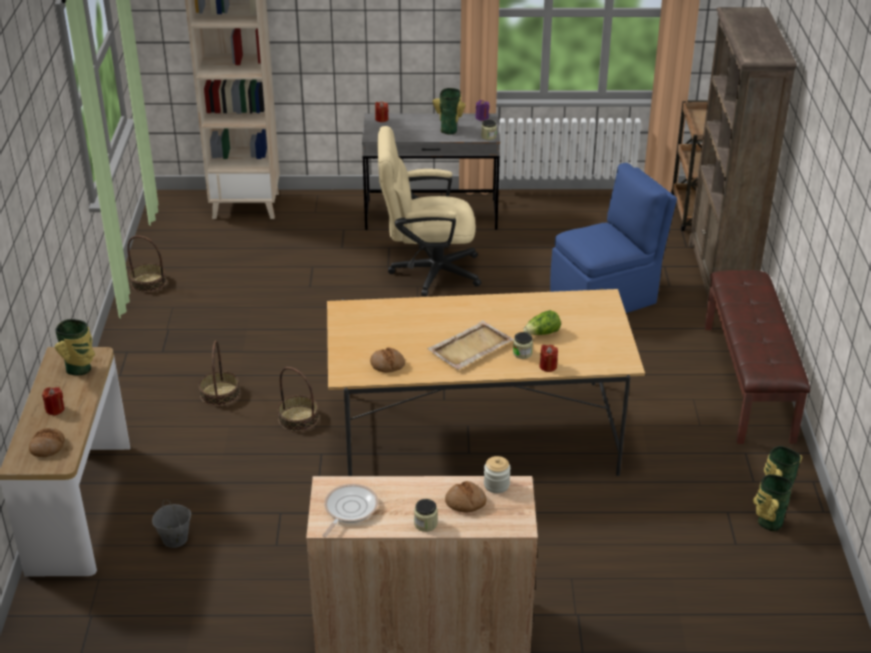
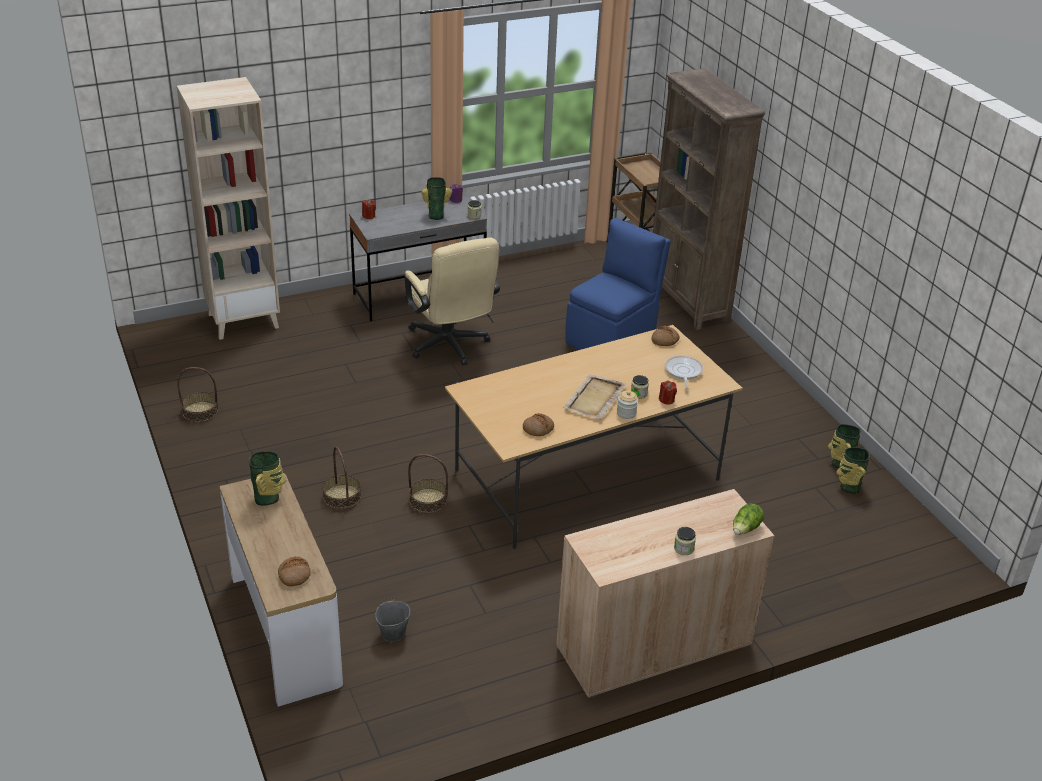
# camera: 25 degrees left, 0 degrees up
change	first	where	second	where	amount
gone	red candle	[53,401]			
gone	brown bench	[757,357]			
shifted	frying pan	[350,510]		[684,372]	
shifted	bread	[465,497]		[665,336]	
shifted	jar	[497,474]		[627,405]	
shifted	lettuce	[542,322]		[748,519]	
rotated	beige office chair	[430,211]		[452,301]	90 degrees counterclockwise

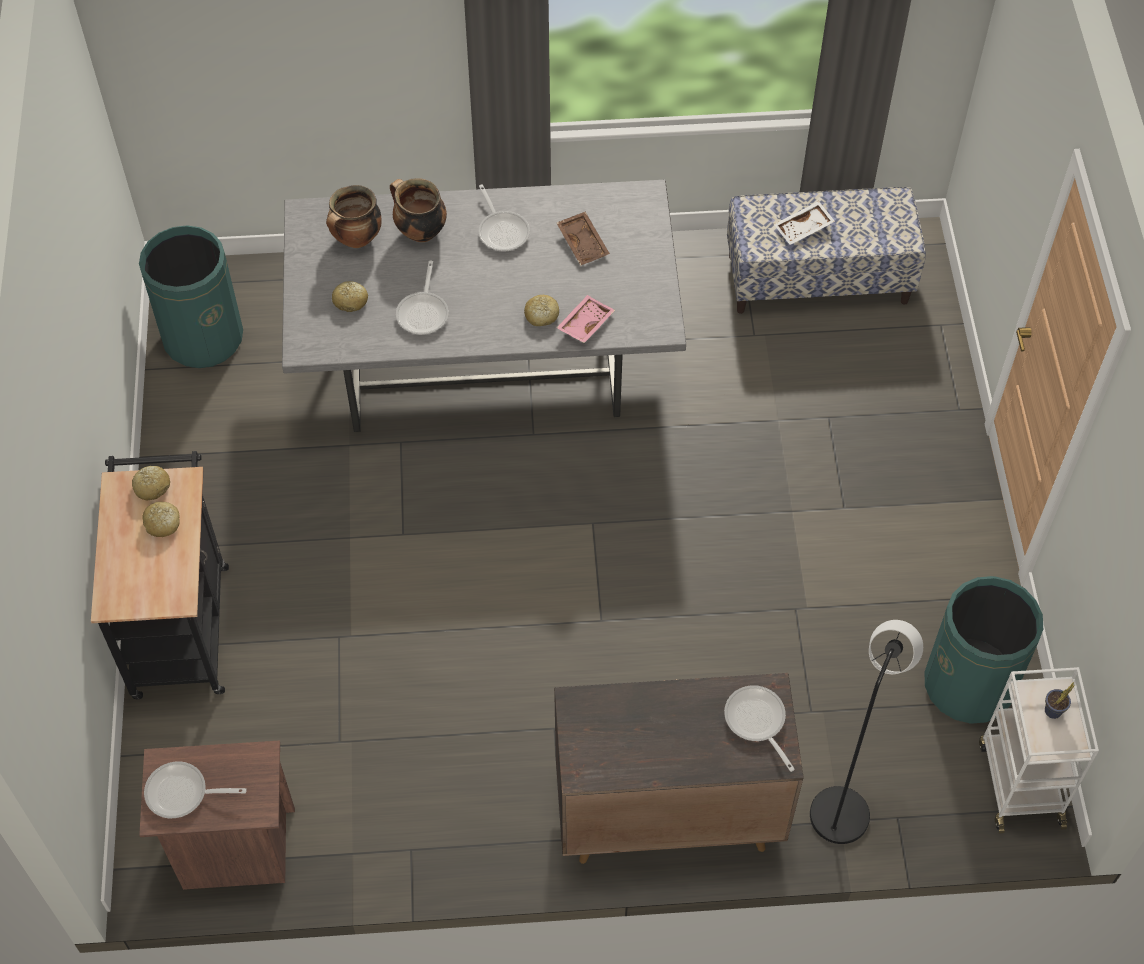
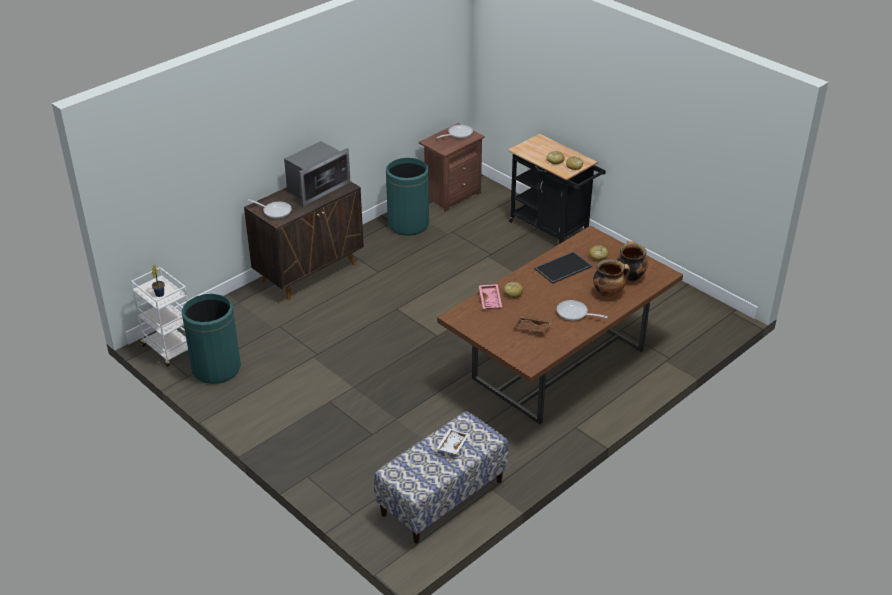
# camera: 140 degrees right, 20 degrees down
change	first	where	second	where	amount
gone	black floor lamp	[866,732]			
new			microwave	[317,174]	
shifted	green trash can	[191,296]		[407,197]	
swapped	frying pan	[422,297]	tray	[563,267]	
repainted	grey dining table	[484,306]	brown dining table	[560,325]	

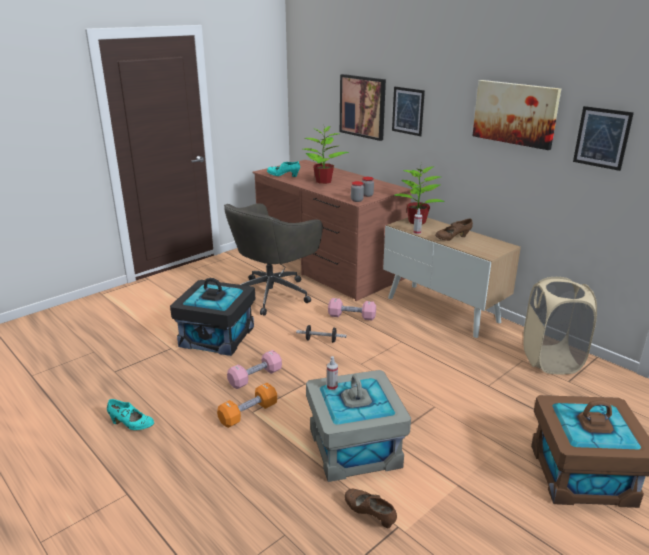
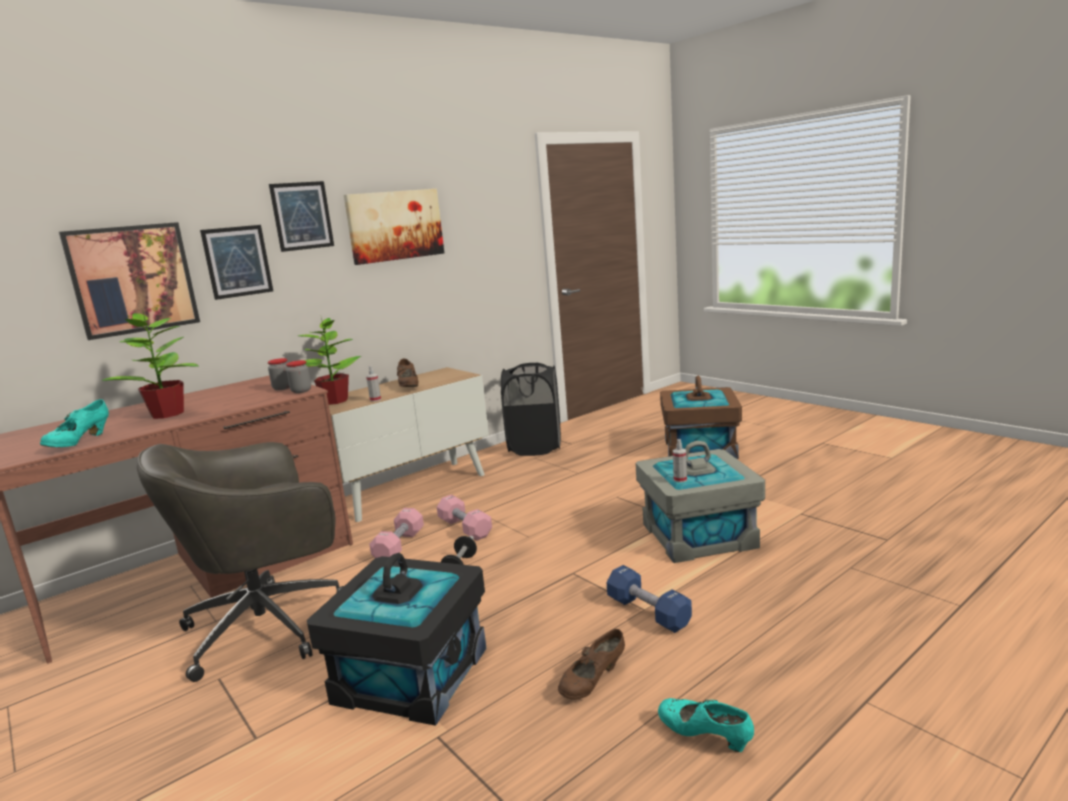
# camera: 85 degrees left, 10 degrees down
change	first	where	second	where	amount
shifted	pink dumbbell	[254,369]		[464,517]	
shifted	brown shoe	[370,508]		[591,664]	
shifted	picture	[603,138]		[301,216]	
repainted	orange dumbbell	[247,405]	blue dumbbell	[649,599]	
repainted	beige laundry basket	[560,326]	black laundry basket	[531,409]	
rotated	turquoise shoe	[130,414]		[706,725]	75 degrees counterclockwise
rotated	grey office chair	[273,259]		[240,562]	105 degrees clockwise

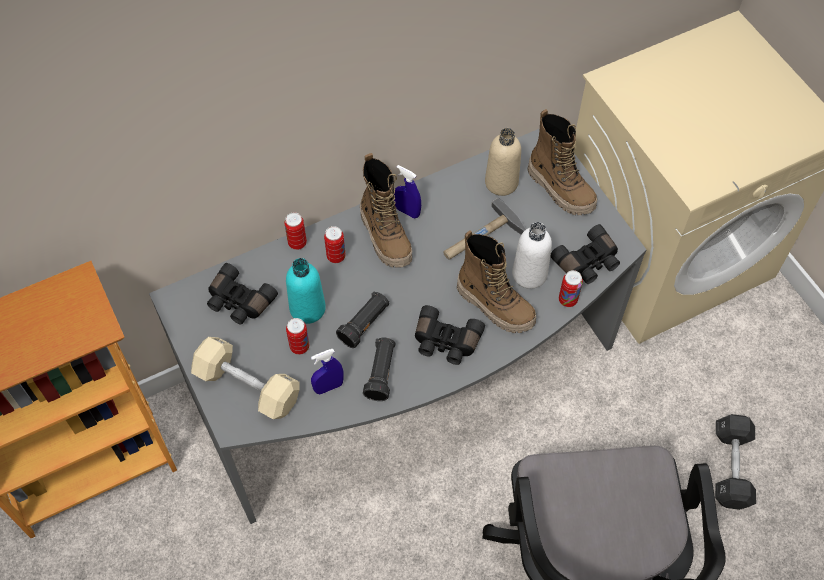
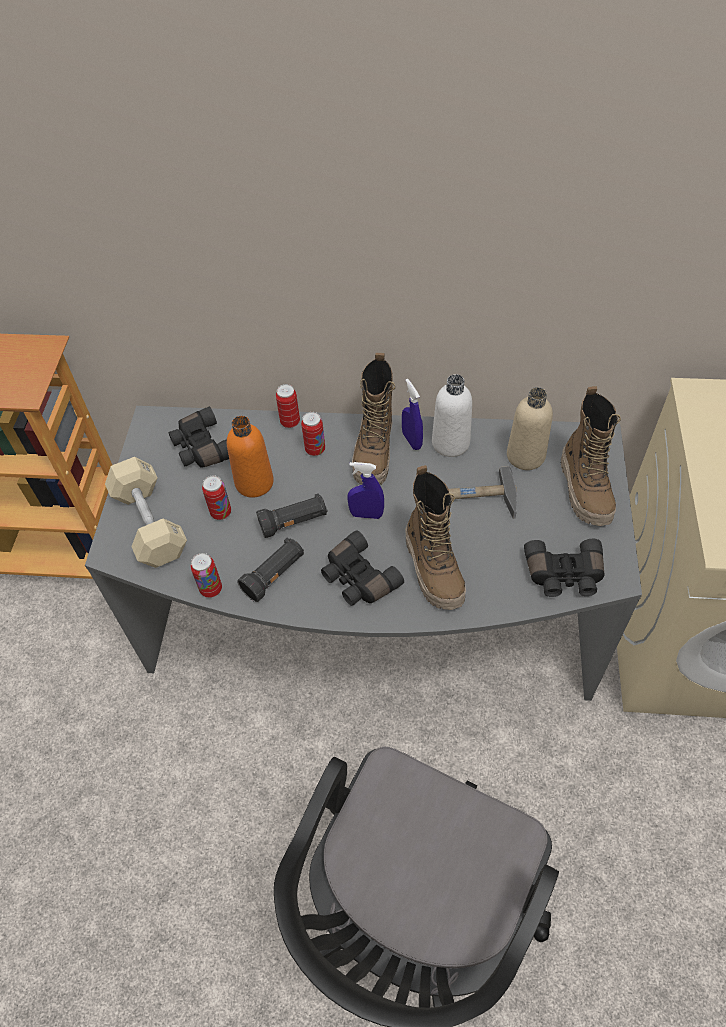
# camera: 35 degrees right, 5 degrees down
change	first	where	second	where	amount
gone	black dumbbell	[735,462]			
shifted	blue spray bottle	[327,372]		[365,490]	
shifted	white bottle	[532,255]		[452,415]	
shifted	can	[571,288]		[206,575]	
repainted	turquoise bottle	[306,291]	orange bottle	[250,457]	

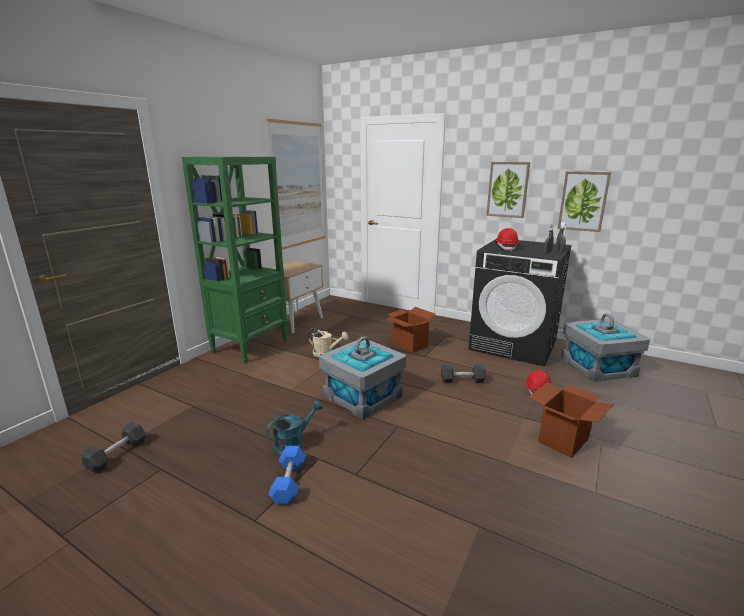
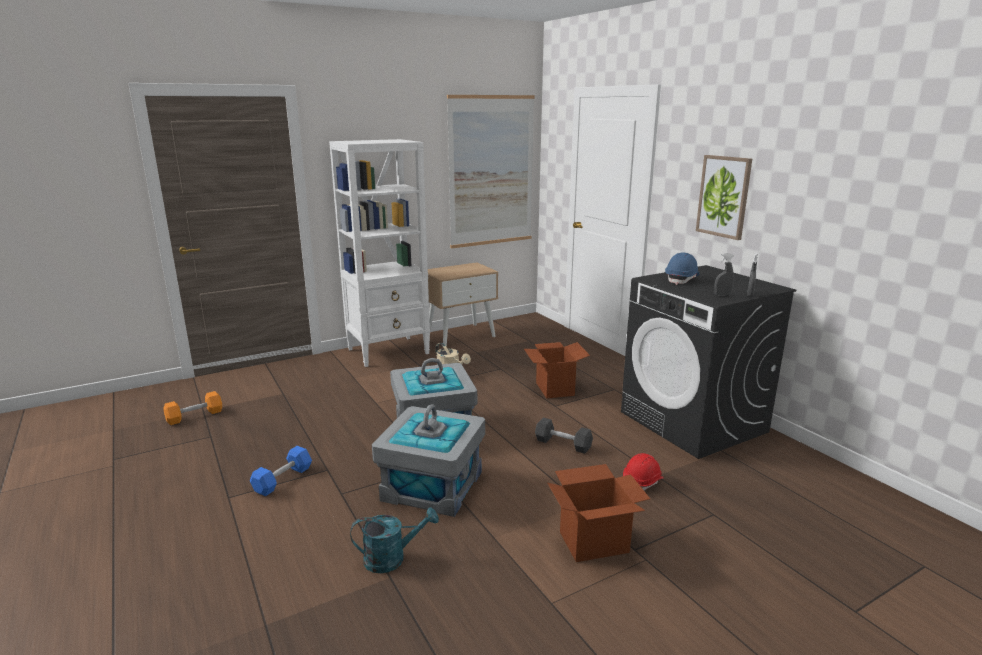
# camera: 30 degrees right, 0 degrees up
change	first	where	second	where	amount
gone	picture	[584,201]			
shifted	turquoise watering can	[294,428]		[394,540]	
shifted	grey storage box	[605,347]		[428,460]	
repainted	black dumbbell	[114,447]	orange dumbbell	[192,408]	
repainted	green bookcase	[235,260]	white bookcase	[379,253]	
repainted	red hard hat	[507,239]	blue hard hat	[682,268]	

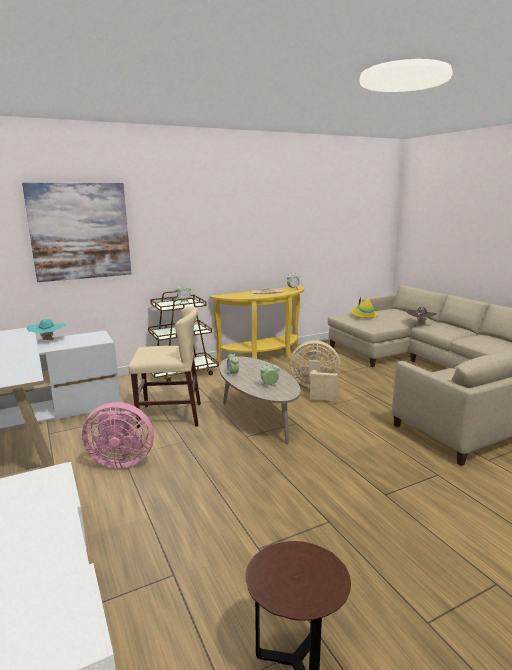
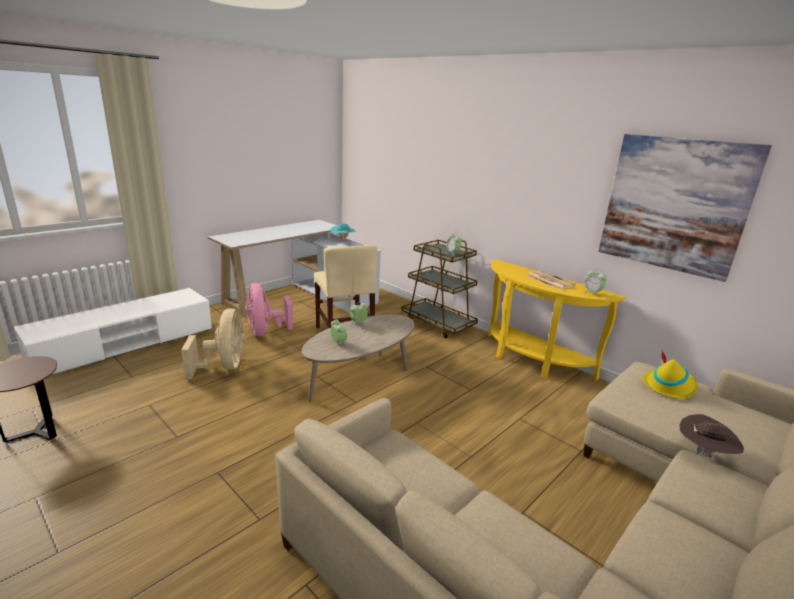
# camera: 70 degrees right, 5 degrees up
change	first	where	second	where	amount
shifted	picture	[77,232]		[685,208]	
shifted	beige fan	[315,370]		[213,343]	

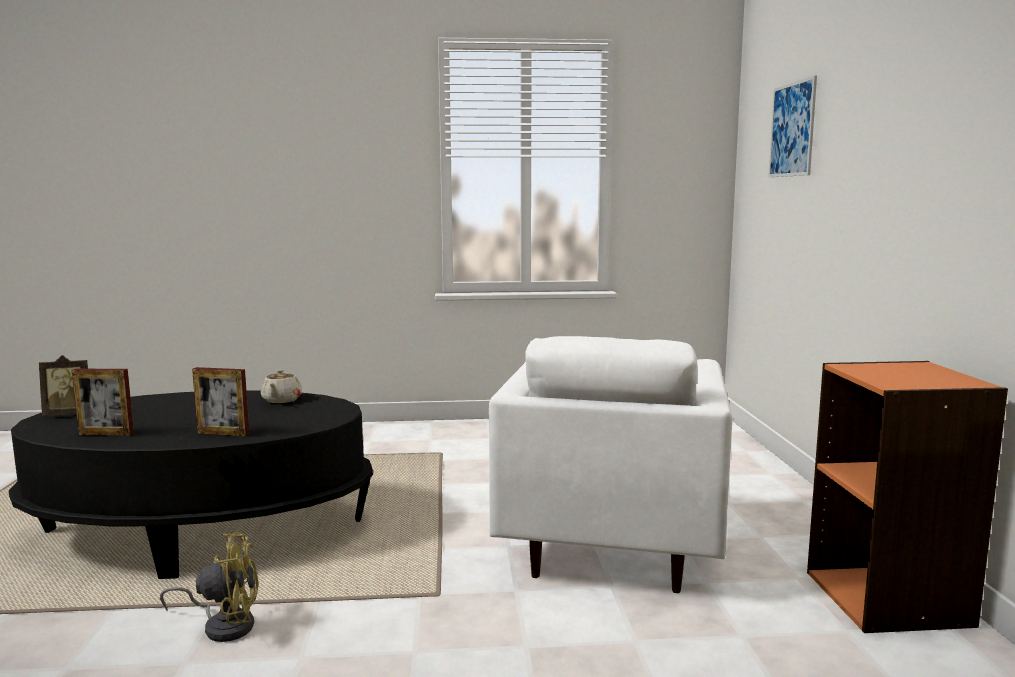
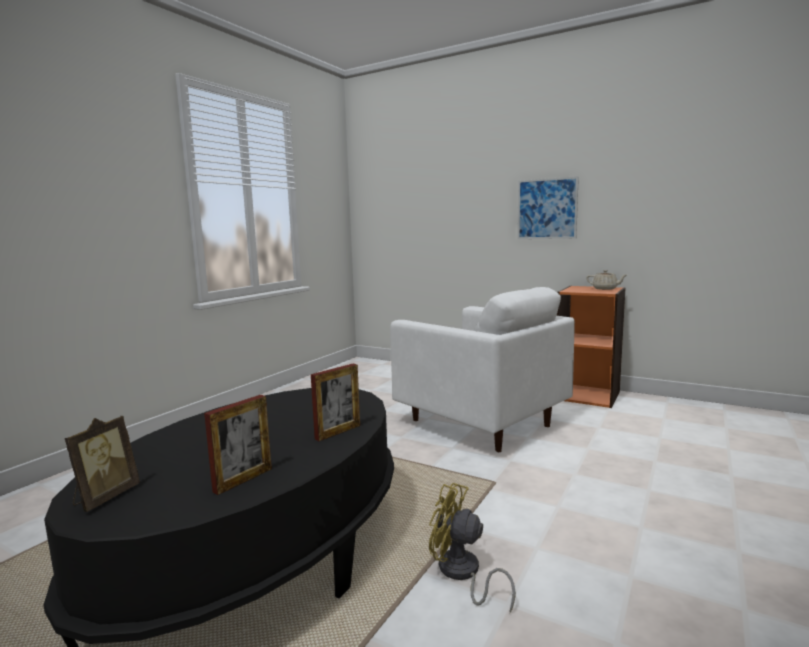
# camera: 55 degrees left, 0 degrees up
change	first	where	second	where	amount
shifted	beige teapot	[281,386]		[606,280]	
shifted	picture	[792,126]		[548,207]	
rotated	yellow fan	[209,587]		[472,548]	90 degrees counterclockwise

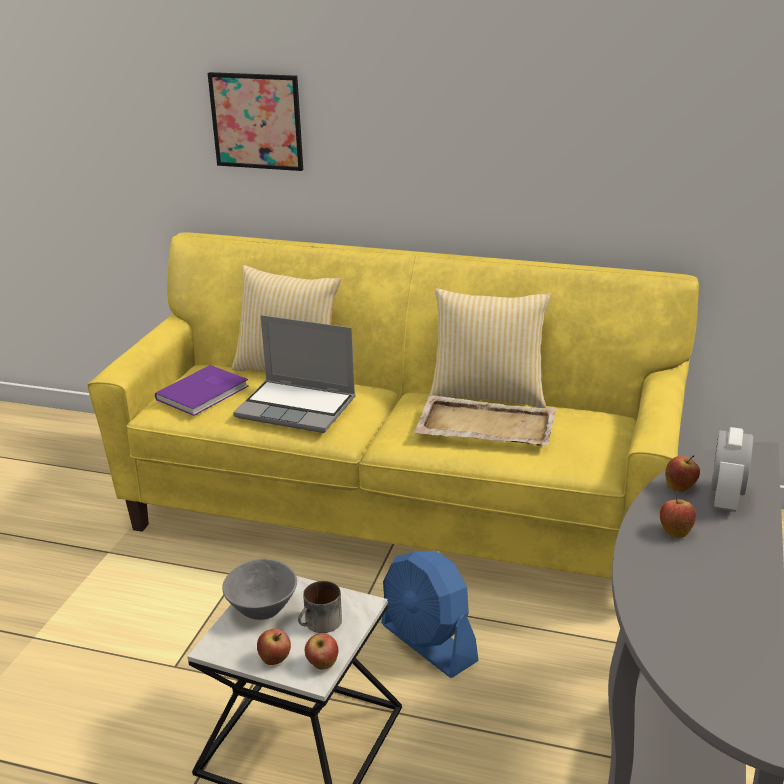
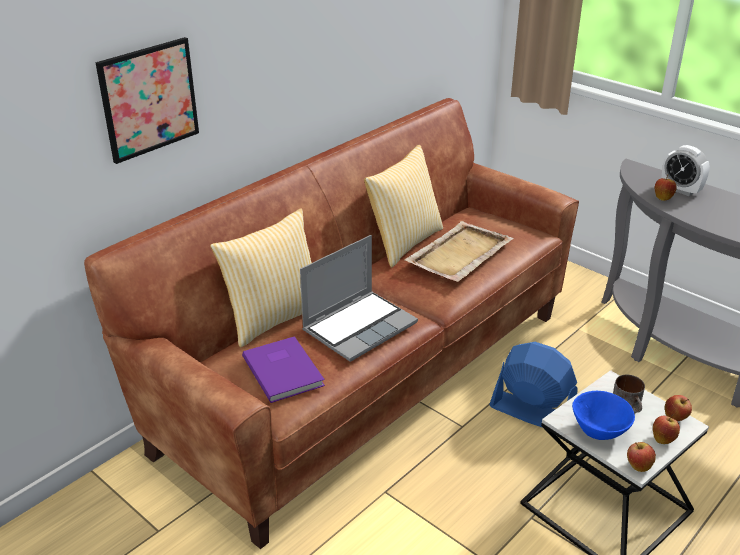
# camera: 65 degrees left, 5 degrees up
change	first	where	second	where	amount
shifted	apple	[678,515]		[641,457]	
repainted	yellow sofa	[393,405]	brown sofa	[331,323]	
repainted	grey bowl	[259,589]	blue bowl	[603,415]	
rotated	blue fan	[430,614]		[533,385]	135 degrees counterclockwise

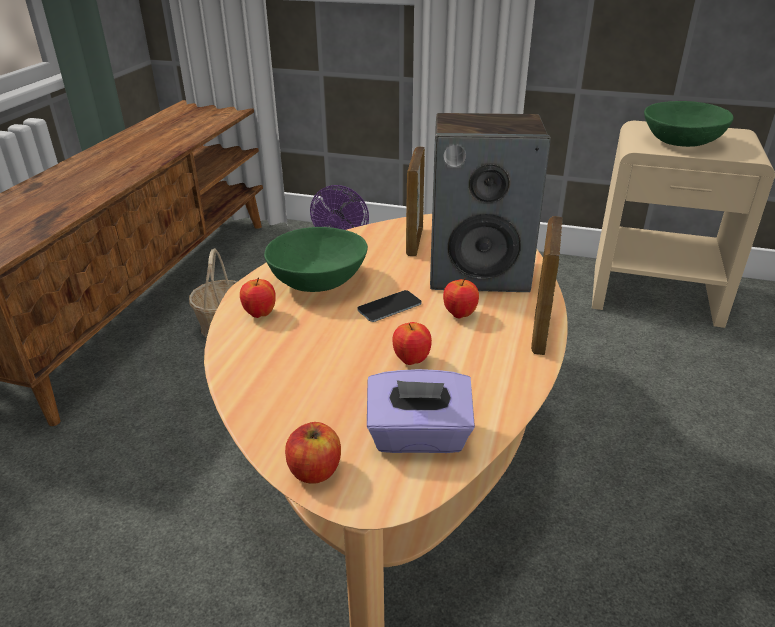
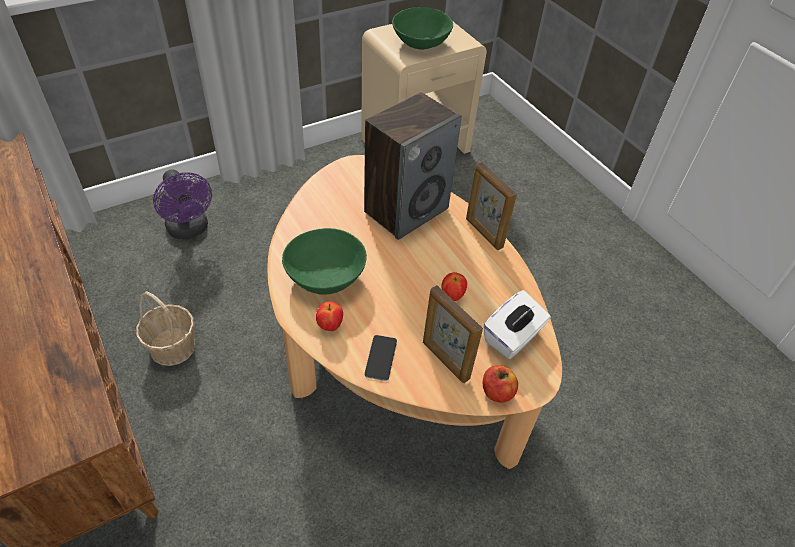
# camera: 50 degrees left, 15 degrees up
change	first	where	second	where	amount
gone	apple	[461,298]			
shifted	phone	[389,306]		[380,358]	
shifted	picture frame	[415,201]		[453,334]	
repainted	purple tissue box	[421,411]	white tissue box	[517,324]	

